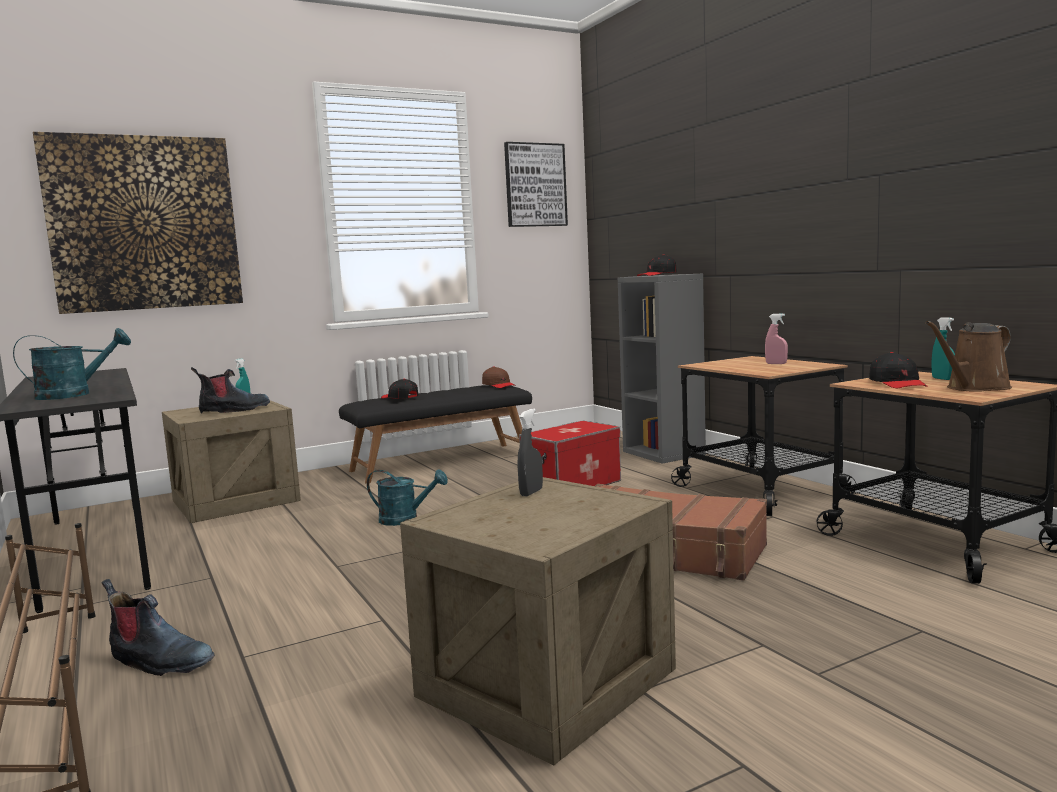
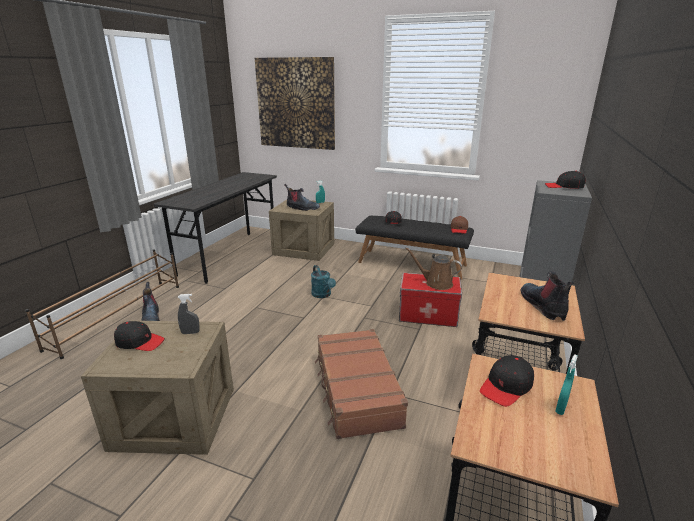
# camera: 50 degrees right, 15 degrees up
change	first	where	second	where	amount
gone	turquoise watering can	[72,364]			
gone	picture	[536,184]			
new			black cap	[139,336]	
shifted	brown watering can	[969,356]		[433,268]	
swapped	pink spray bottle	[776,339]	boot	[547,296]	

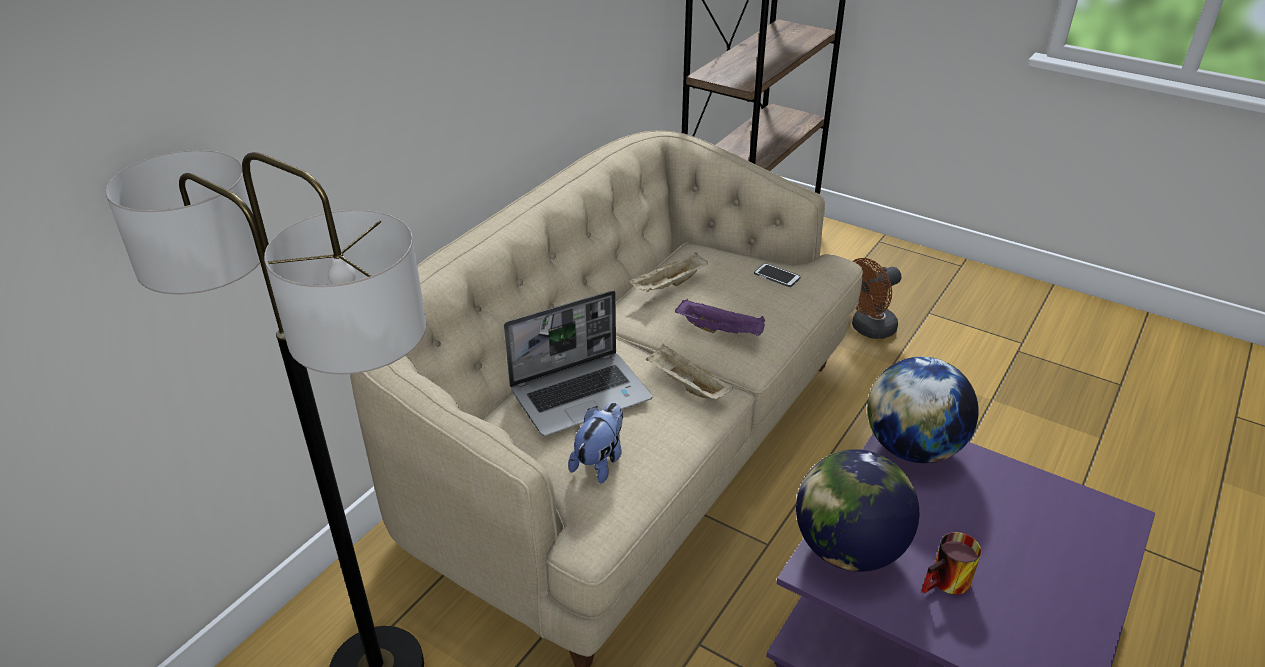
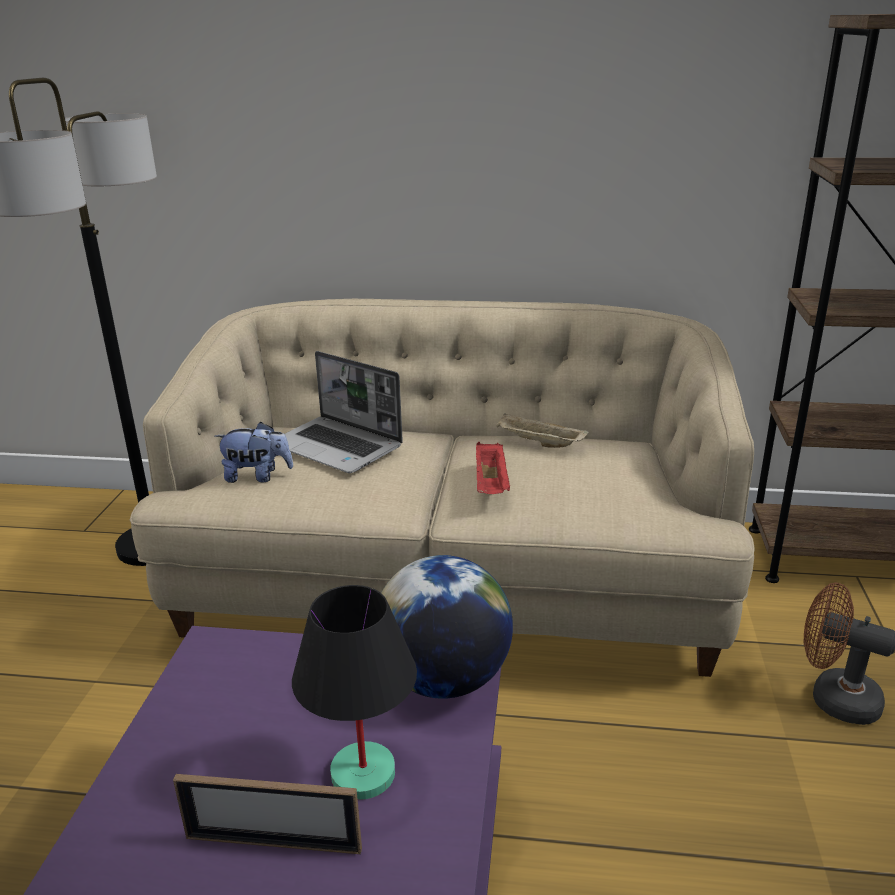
# camera: 65 degrees right, 10 degrees down
change	first	where	second	where	amount
gone	beige tray	[689,372]			
gone	phone	[777,275]			
gone	globe	[857,510]			
gone	mug	[951,563]			
new			picture frame	[267,814]	
new			black table lamp	[354,692]	
repainted	purple tray	[720,317]	red tray	[493,468]	

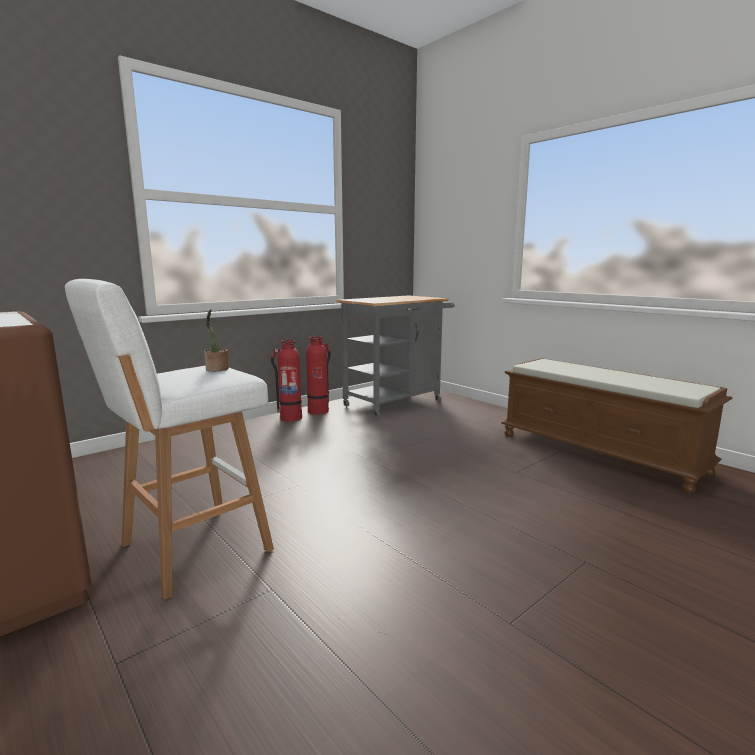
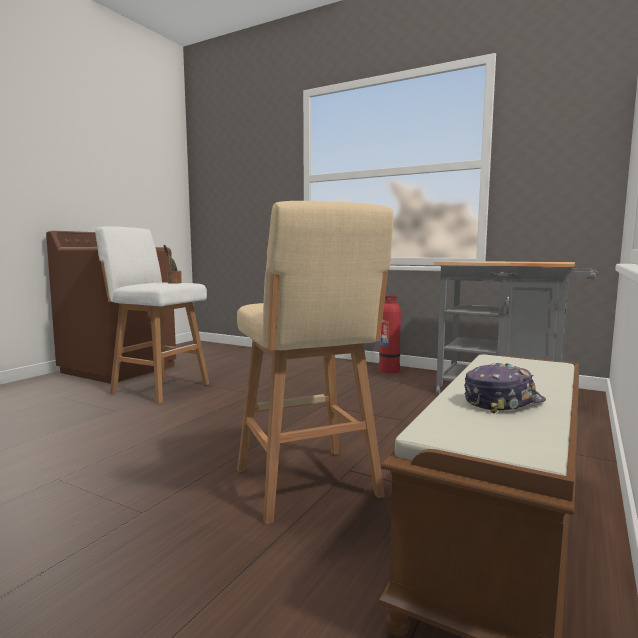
# camera: 70 degrees right, 5 degrees down
change	first	where	second	where	amount
gone	fire extinguisher	[318,375]			
new			beige stool	[315,362]	
new			cap	[505,388]	

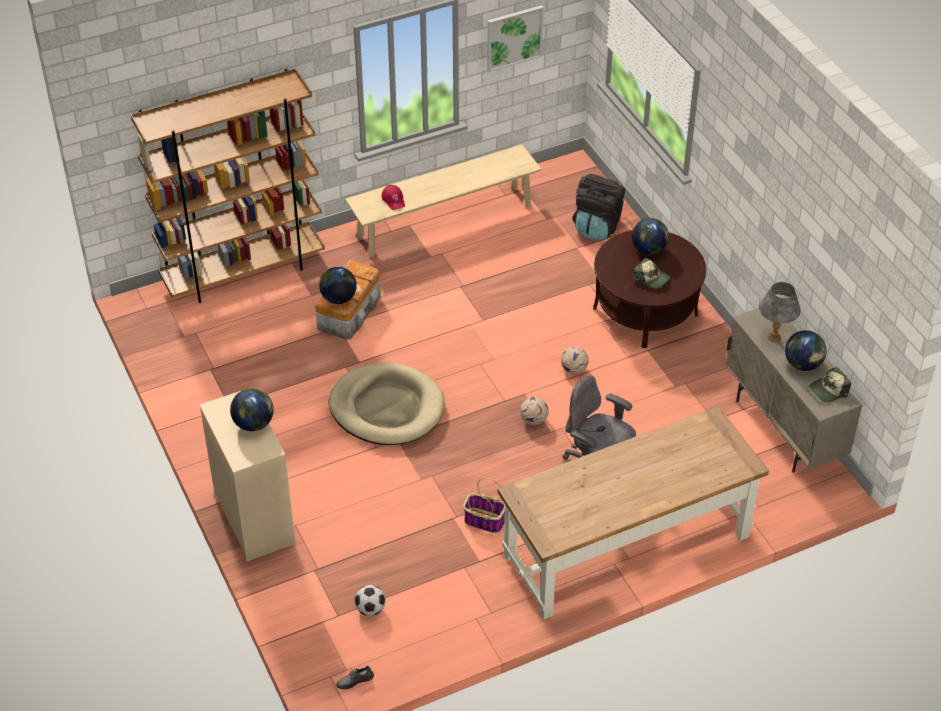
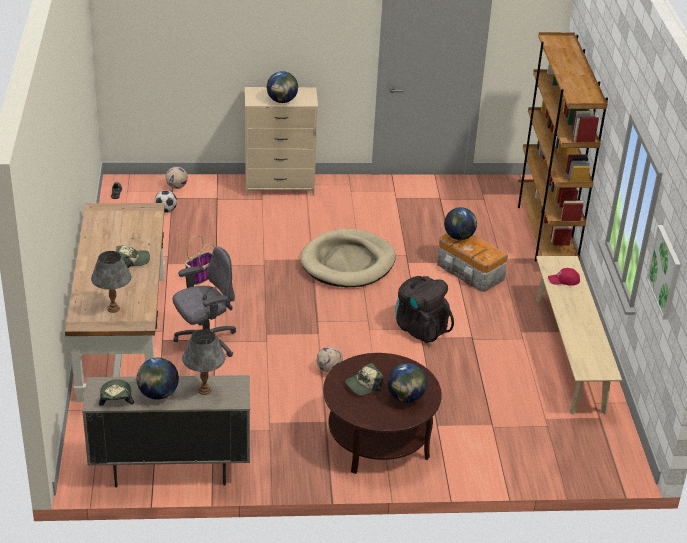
# camera: 110 degrees right, 10 degrees down
change	first	where	second	where	amount
new			grey table lamp	[111,282]	
new			cap	[133,256]	
shifted	football	[534,411]		[177,178]	
shifted	black backpack	[598,207]		[424,309]	

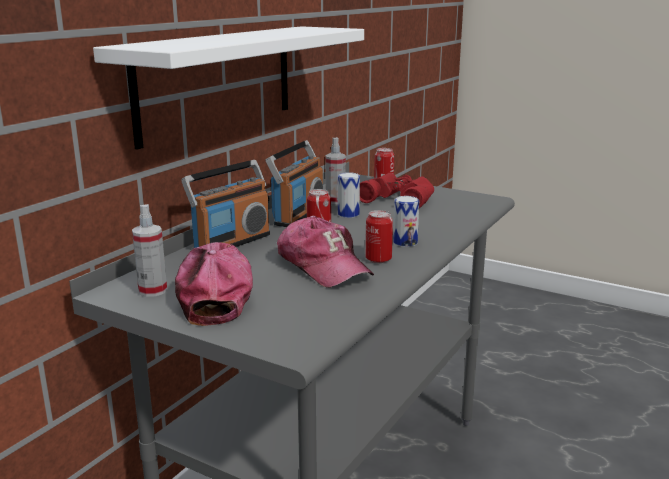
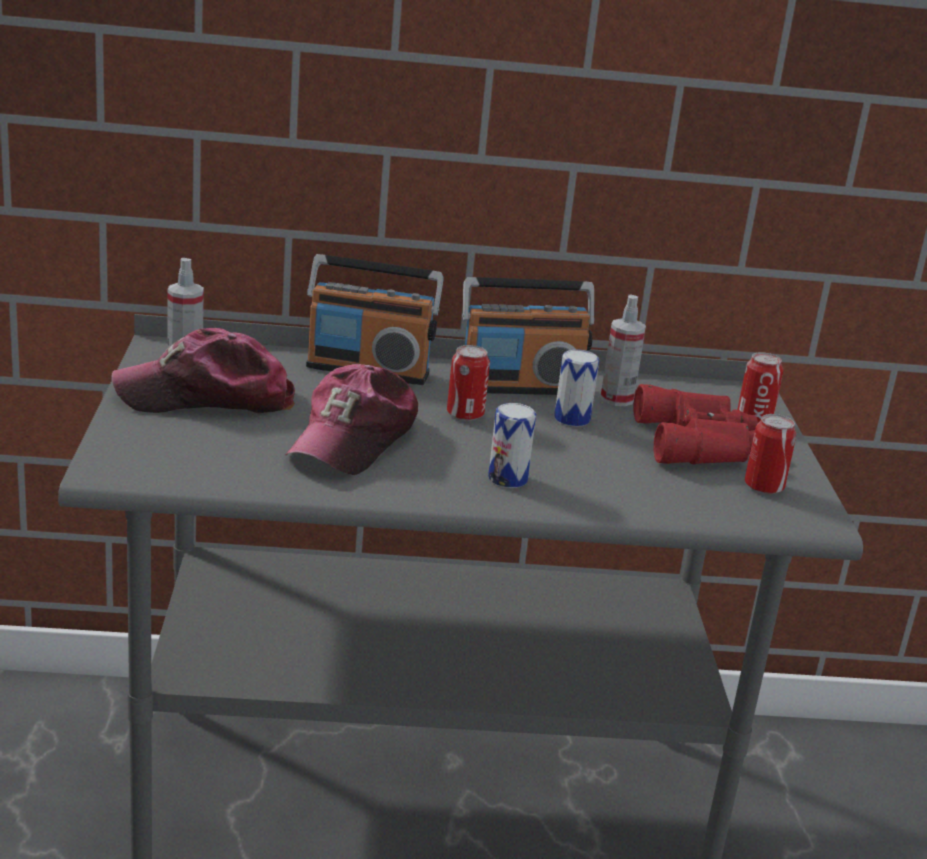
# camera: 55 degrees right, 5 degrees up
change	first	where	second	where	amount
gone	white shelf	[228,88]			
shifted	can	[379,236]		[770,454]	
rotated	cap	[214,284]		[203,370]	150 degrees counterclockwise

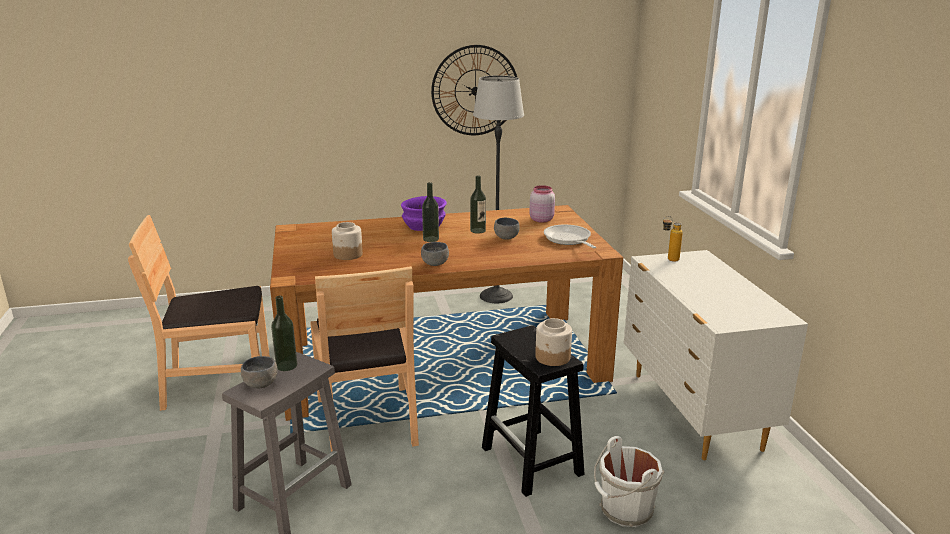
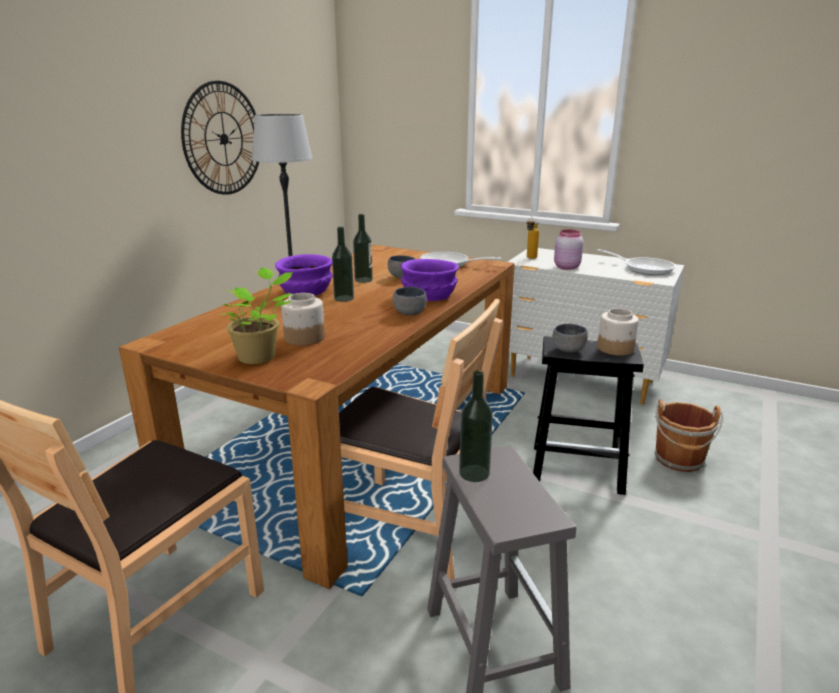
# camera: 50 degrees left, 0 degrees up
change	first	where	second	where	amount
new			potted plant	[255,316]	
new			purple bowl	[430,280]	
new			frying pan	[636,262]	
shifted	grey bowl	[259,372]		[570,338]	
shifted	pink jar	[542,204]		[568,250]	
repainted	white bucket	[629,481]	brown bucket	[689,435]	

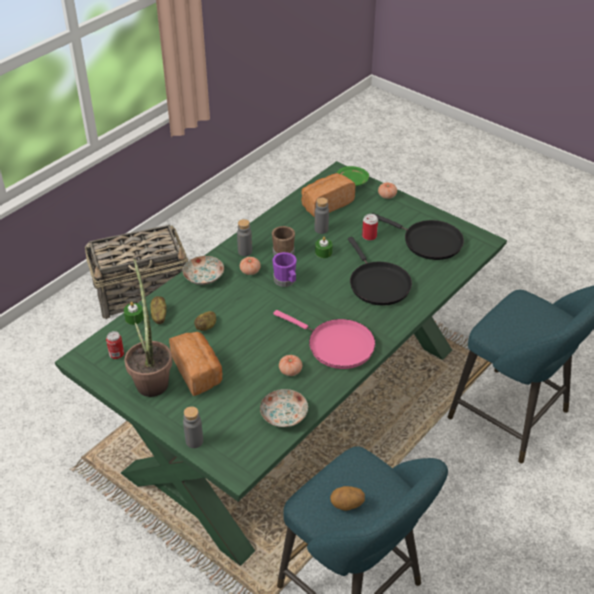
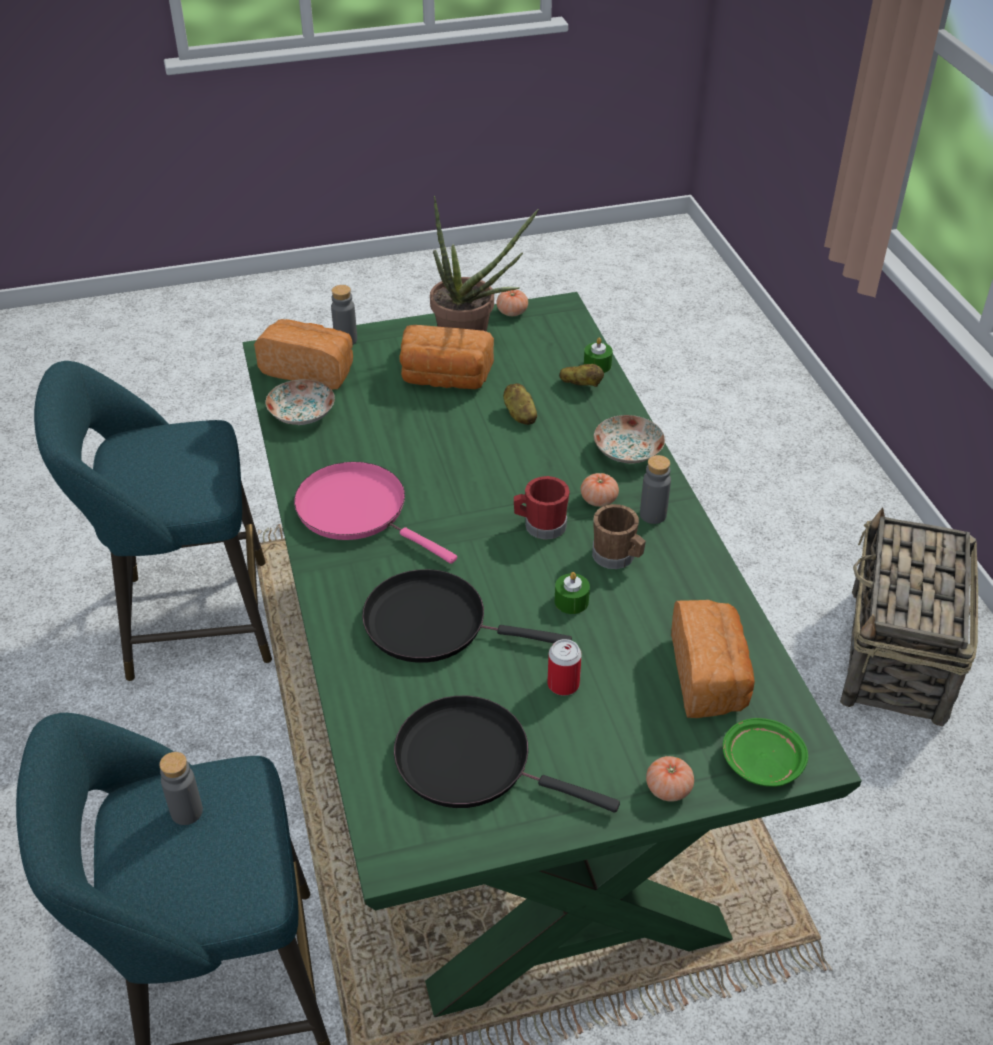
# camera: 125 degrees right, 0 degrees up
change	first	where	second	where	amount
gone	can	[115,345]			
gone	potato	[347,498]			
new			bread	[303,354]	
shifted	tomato	[290,365]		[512,303]	
shifted	grey bottle	[322,216]		[181,788]	
repainted	purple mug	[284,269]	red mug	[542,508]	
rotated	pink frying pan	[324,339]		[375,513]	60 degrees clockwise
rotated	black frying pan	[418,236]		[507,754]	45 degrees clockwise

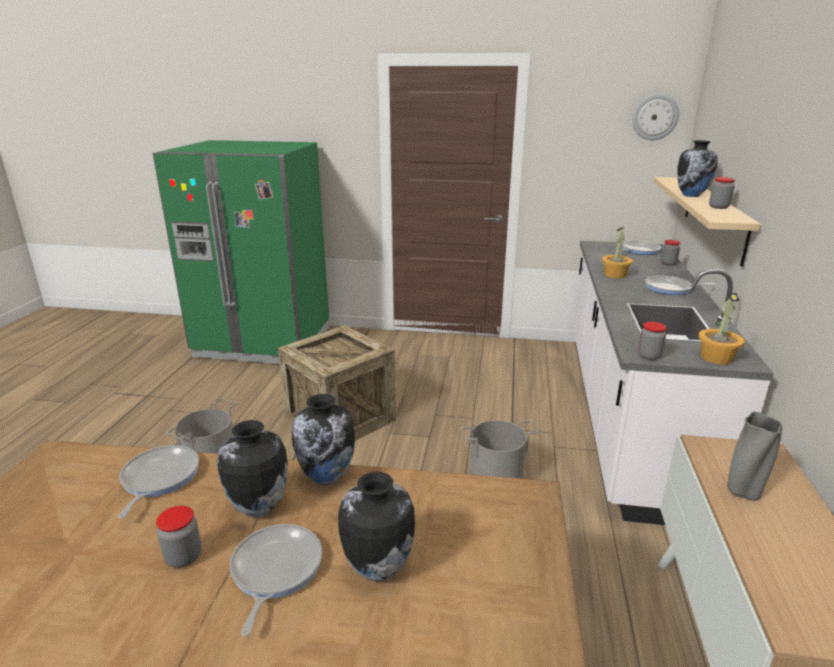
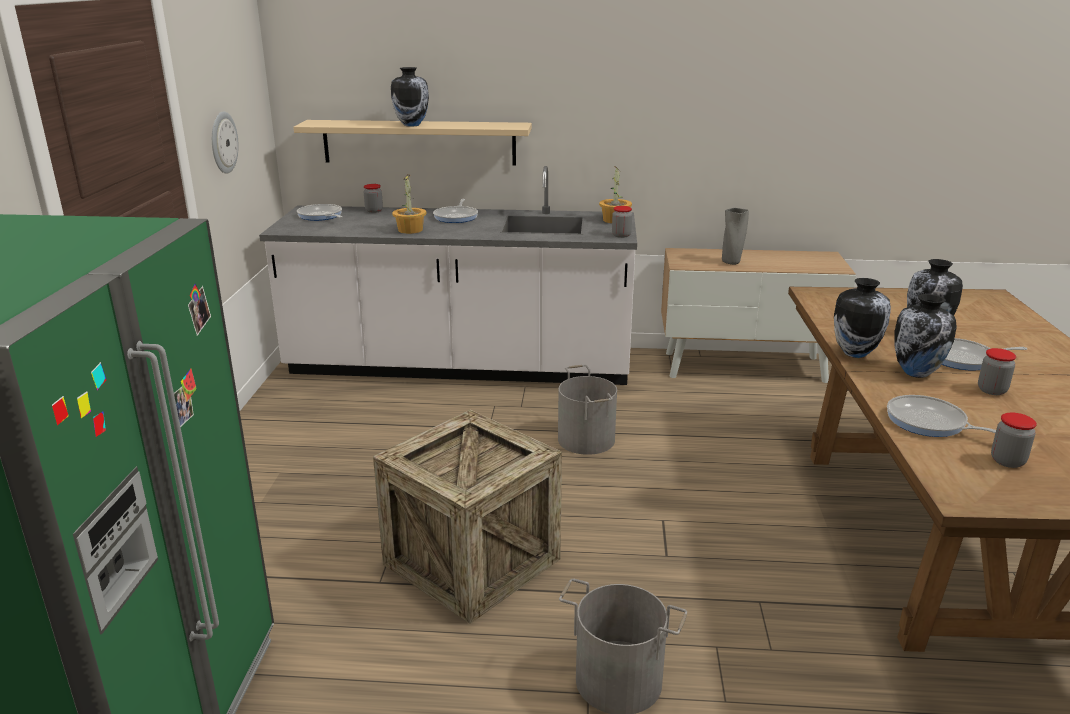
# camera: 95 degrees left, 0 degrees up
change	first	where	second	where	amount
shifted	wall clock	[655,117]		[225,142]	
shifted	jar	[722,193]		[1014,440]	
rotated	frying pan	[158,482]		[941,416]	45 degrees clockwise

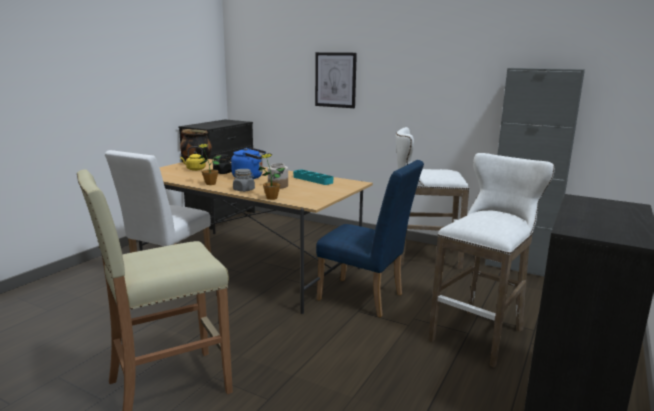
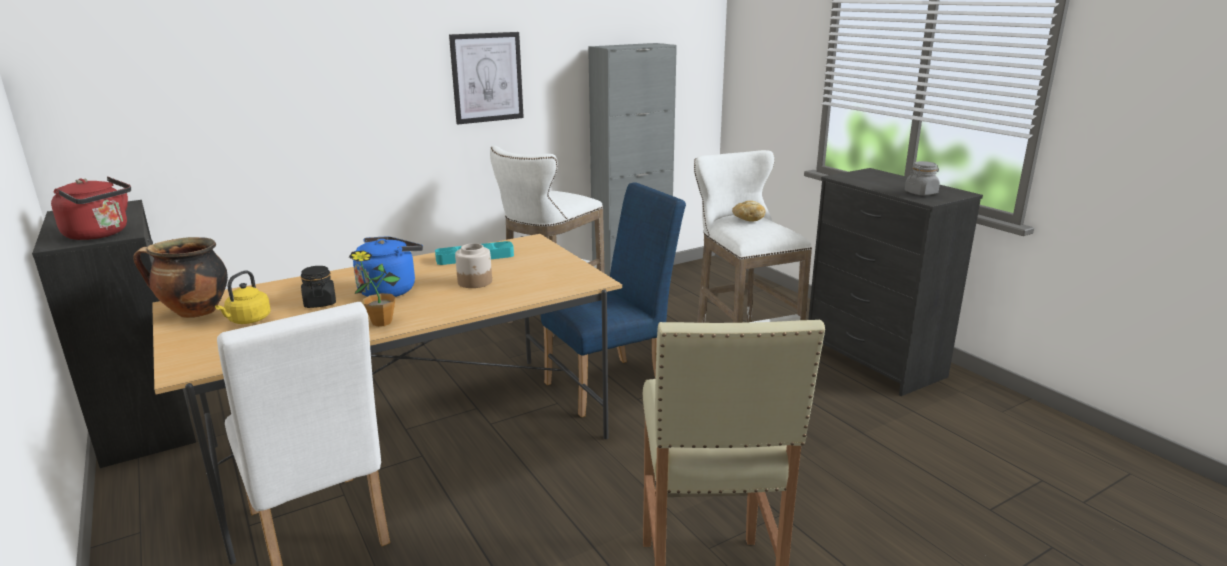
# camera: 60 degrees left, 5 degrees up
change	first	where	second	where	amount
gone	potted plant	[271,176]			
new			red kettle	[91,208]	
new			bread	[749,211]	
shifted	grey jar	[244,180]		[922,178]	
shifted	picture	[336,80]		[486,78]	

